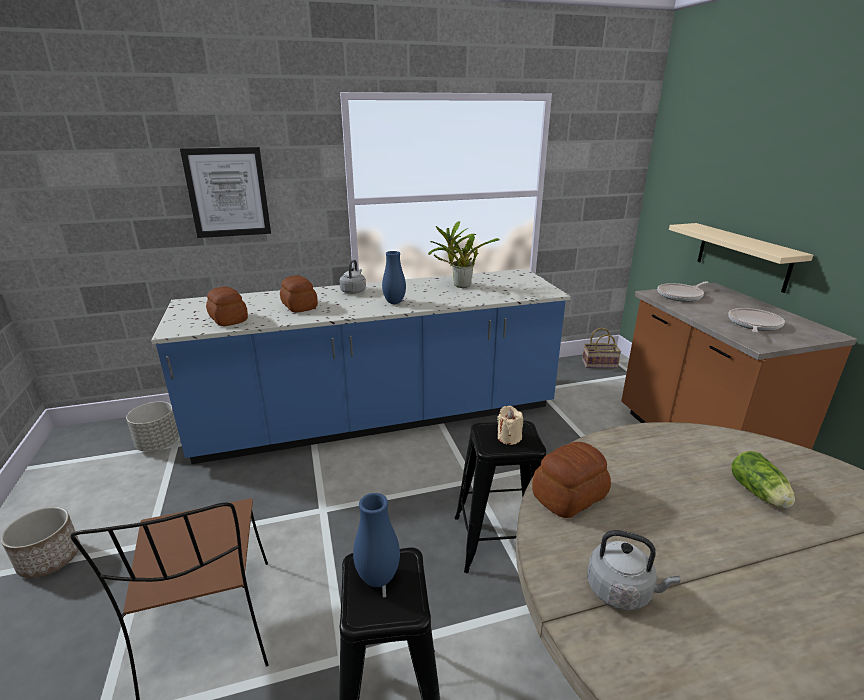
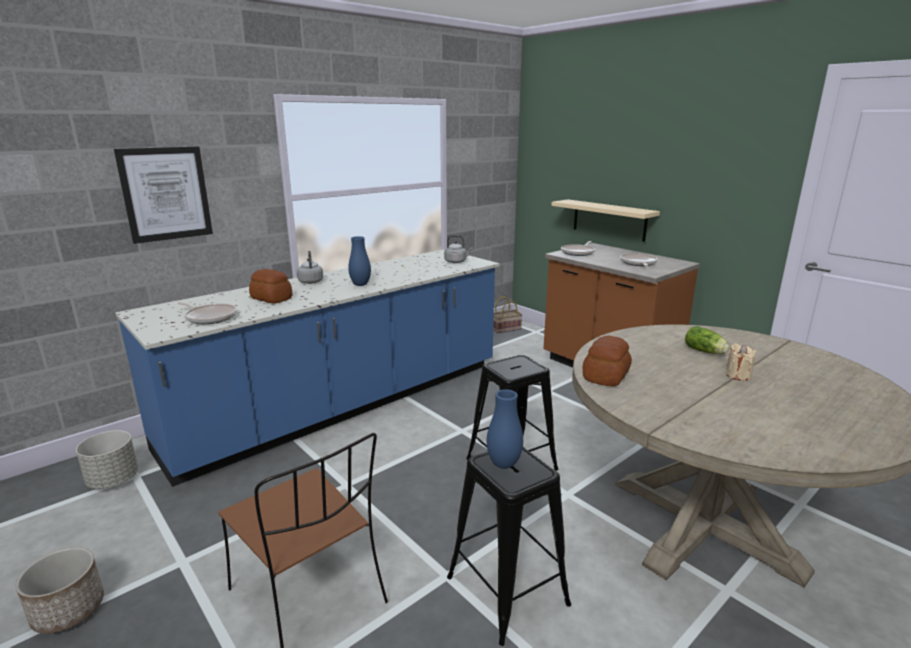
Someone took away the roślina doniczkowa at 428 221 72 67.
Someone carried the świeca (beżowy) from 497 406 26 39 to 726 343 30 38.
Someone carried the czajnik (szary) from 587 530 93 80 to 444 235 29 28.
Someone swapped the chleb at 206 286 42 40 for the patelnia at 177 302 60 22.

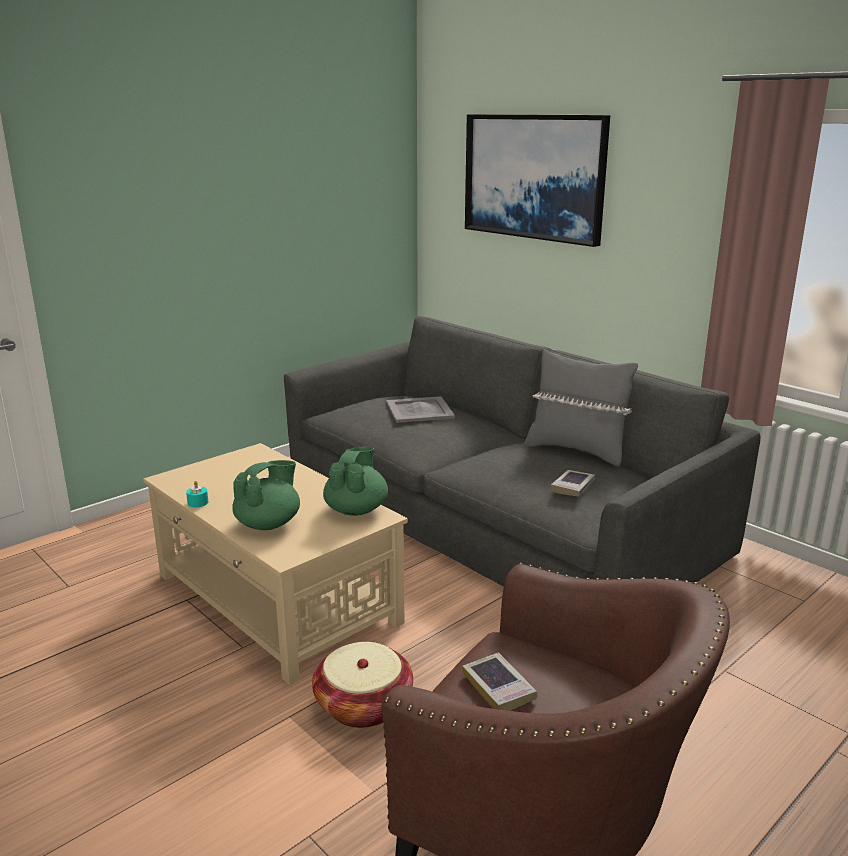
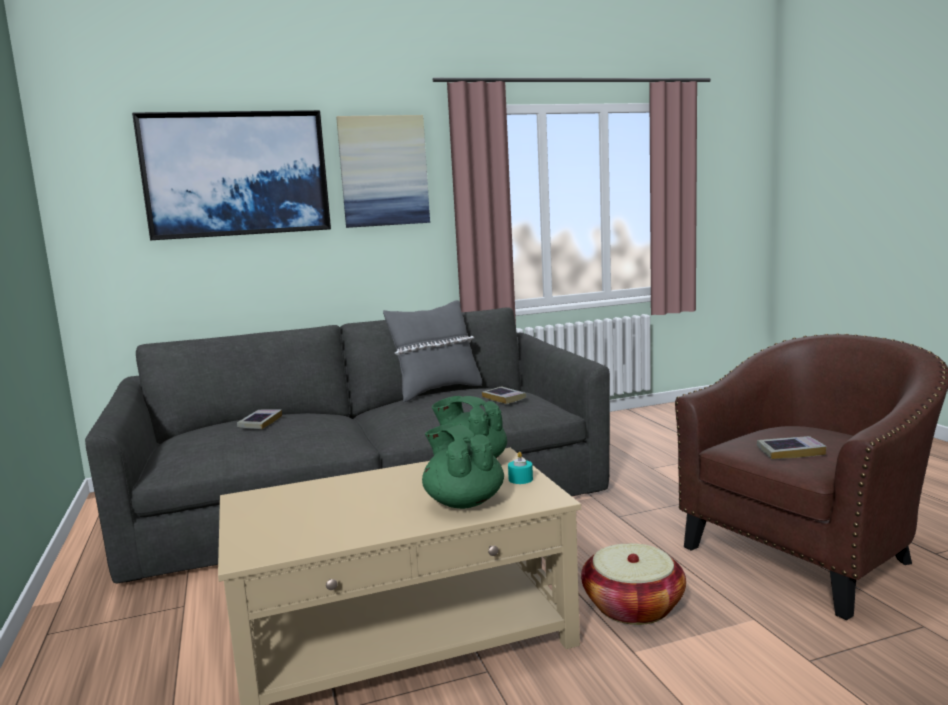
Someone put up the obraz at 336 115 94 113.
Someone carried the świeca (turkusowy) from 186 481 22 26 to 508 452 25 32.
Someone swapped the taca (szary) at 386 396 69 27 for the książka at 237 409 45 20.

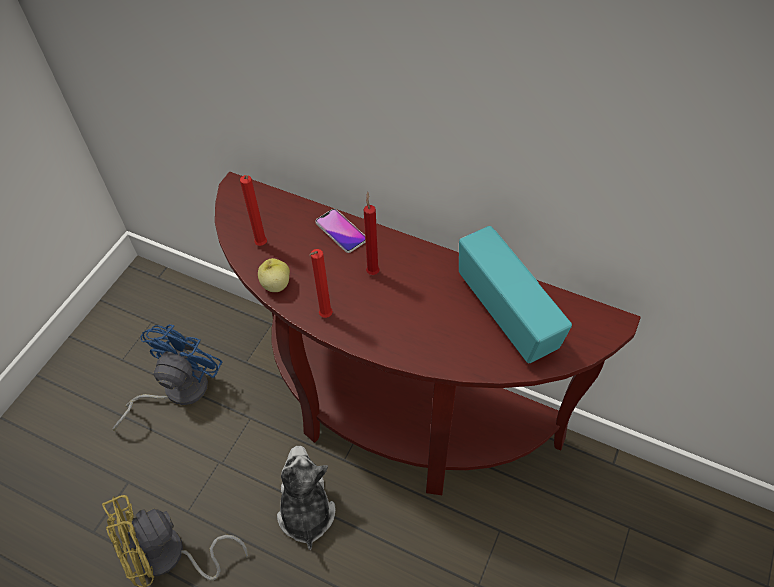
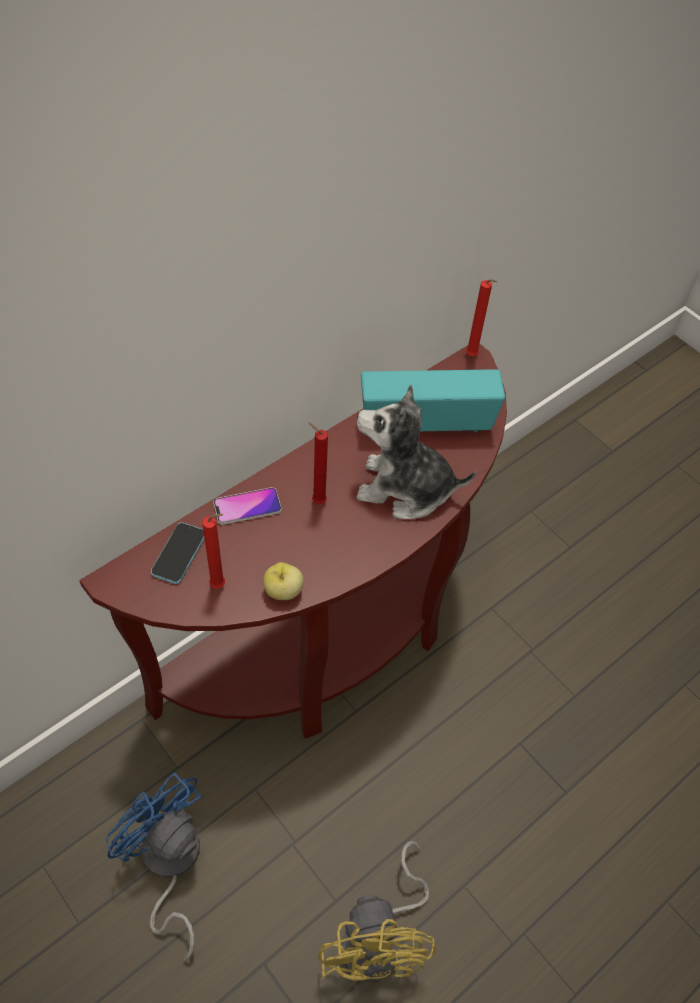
Someone put down the telefon at 151 522 54 62.
Someone carried the pluszak from 277 446 58 104 to 356 384 120 135.
Someone carried the świeca (czerwony) from 309 249 24 69 to 466 279 31 77.

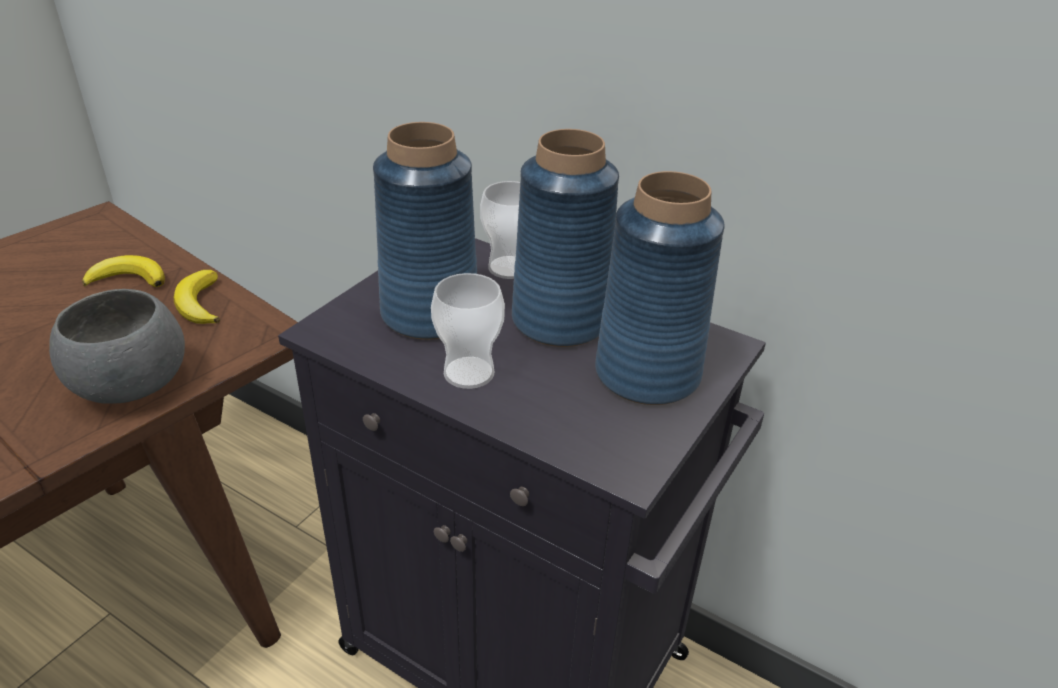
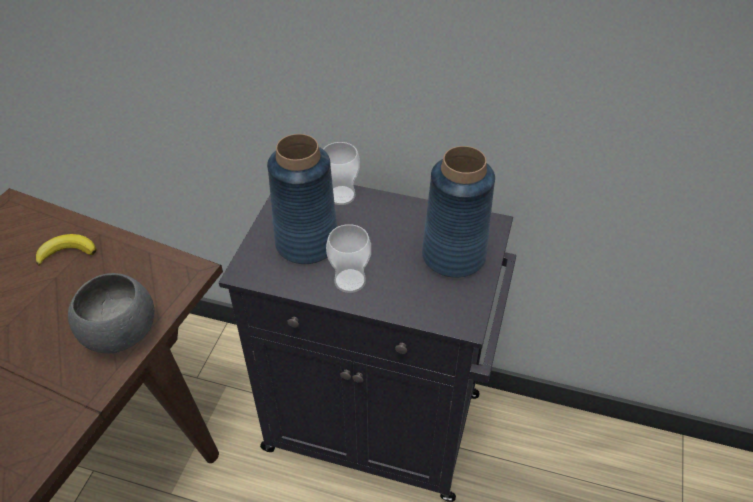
Someone took away the banan at 174 270 46 54.
Someone took away the wazon (niebieski) at 512 129 107 218.

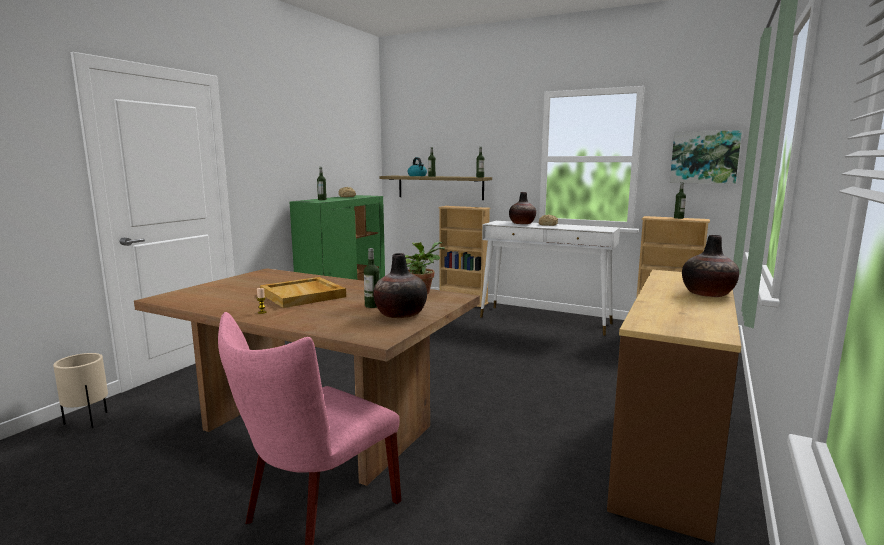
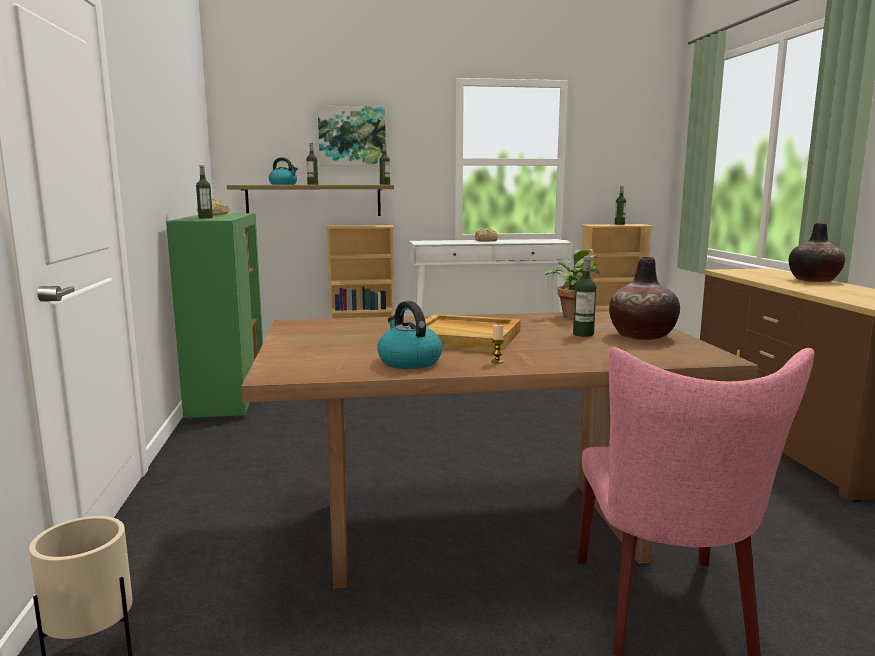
Someone took away the wazon at 509 192 27 32.
Someone put down the czajnik at 377 301 66 68.
Someone carried the obraz from 670 130 72 54 to 318 106 68 59.

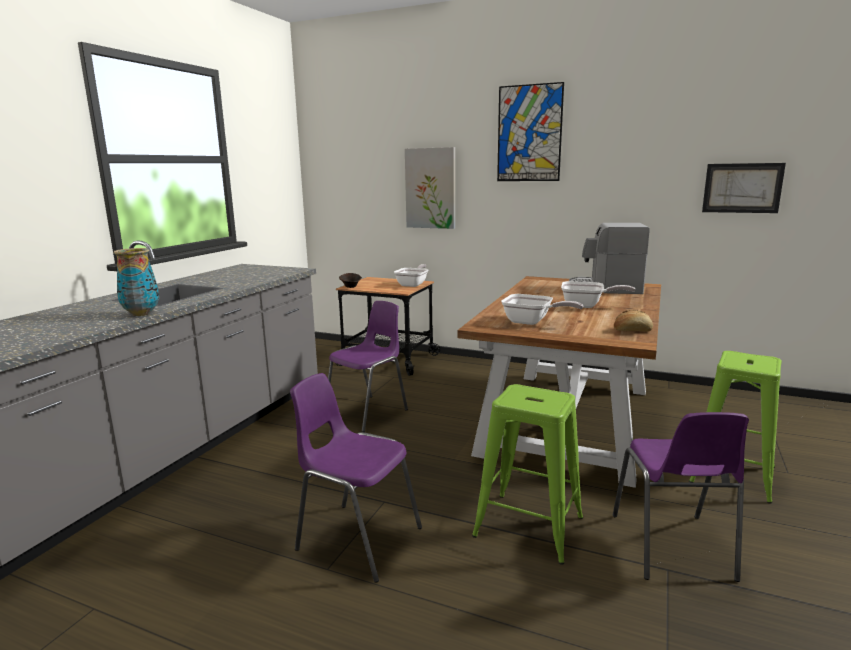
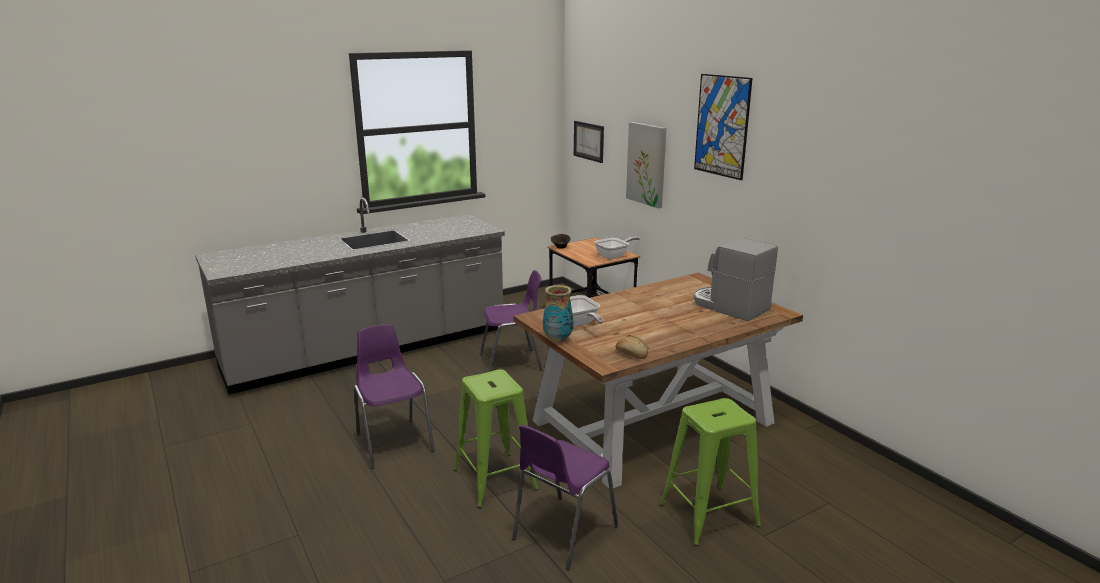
Someone took away the patelnia at 561 281 74 27.
Someone carried the wazon from 114 248 45 68 to 543 285 31 57.
Someone carried the obraz from 702 163 84 50 to 574 121 30 42.

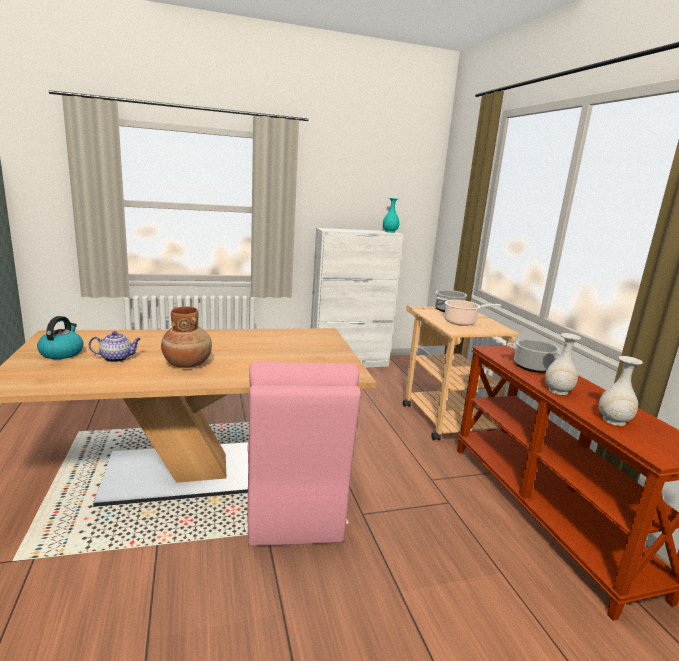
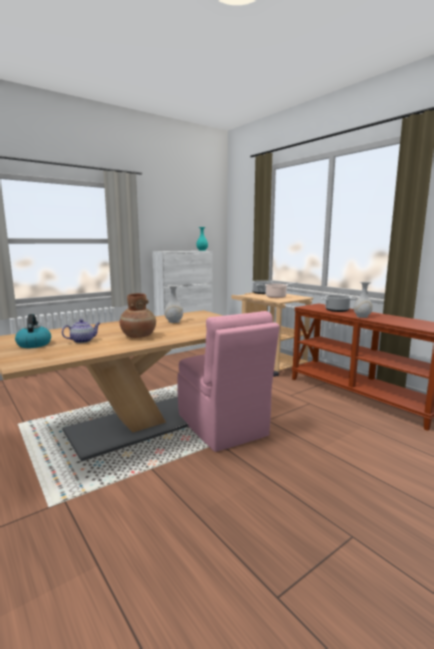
Someone carried the wazon (biały) from 599 356 44 70 to 165 285 18 38.

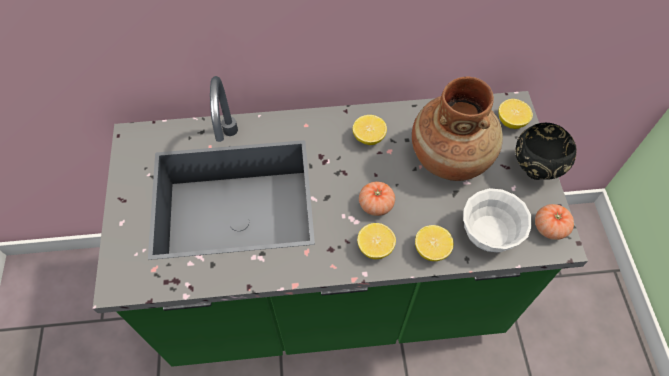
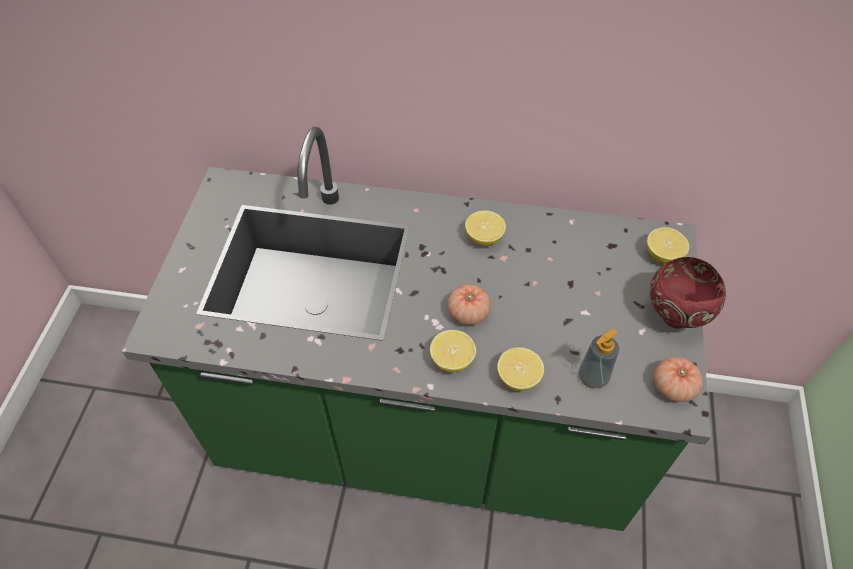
Someone took away the wazon (brązowy) at 412 77 91 104.
Someone swapped the miska (biały) at 463 188 69 65 for the dozownik mydła at 579 329 40 59.
Someone repainted the miska (czarny) at 515 123 61 57, which became the miska (czerwony) at 650 257 76 72.

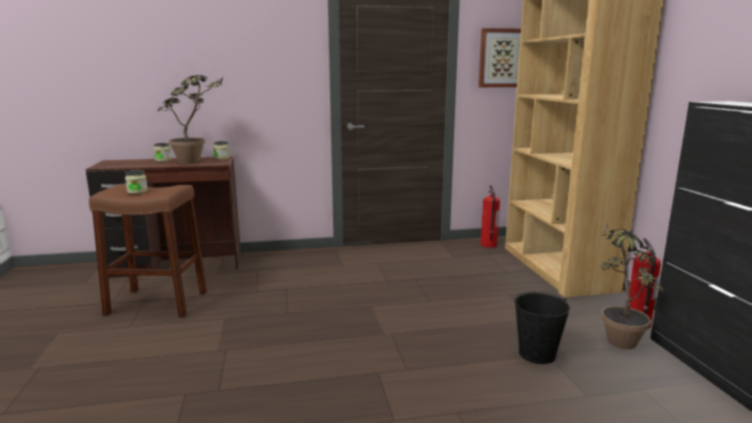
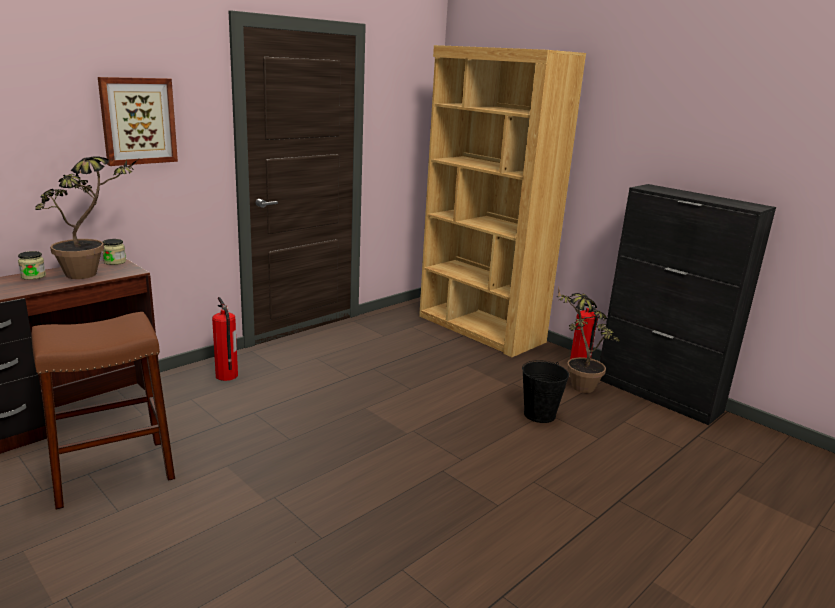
Someone took away the słoik at 125 170 23 24.
Someone carried the obraz from 478 28 43 59 to 98 77 80 89.
Someone carried the gaśnica from 481 185 19 63 to 212 297 26 84.

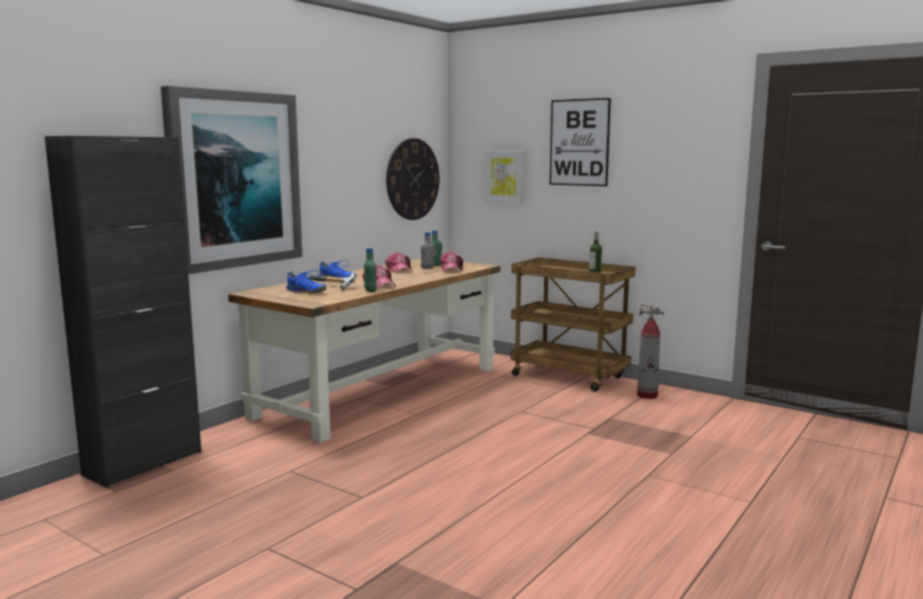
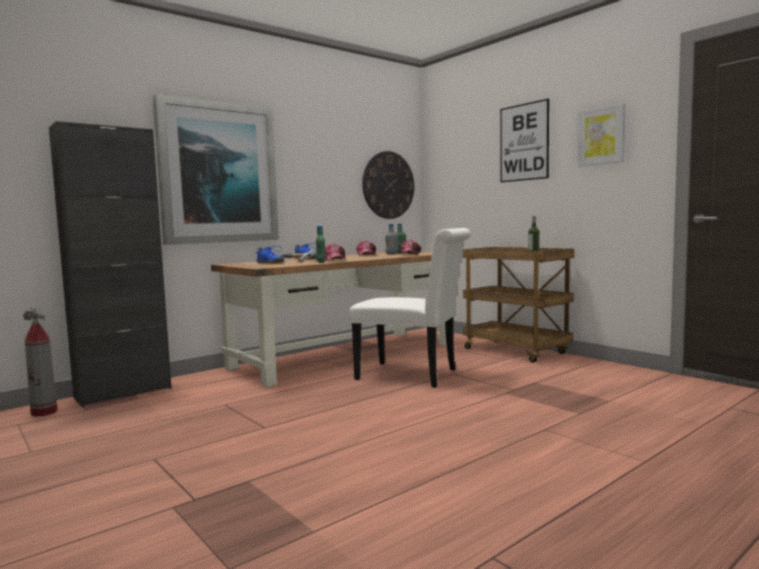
Someone put down the krzesło (biały) at 349 228 122 160.
Someone carried the obraz from 485 151 40 52 to 577 103 48 63.
Someone carried the gaśnica from 637 304 27 95 to 23 308 34 109.

